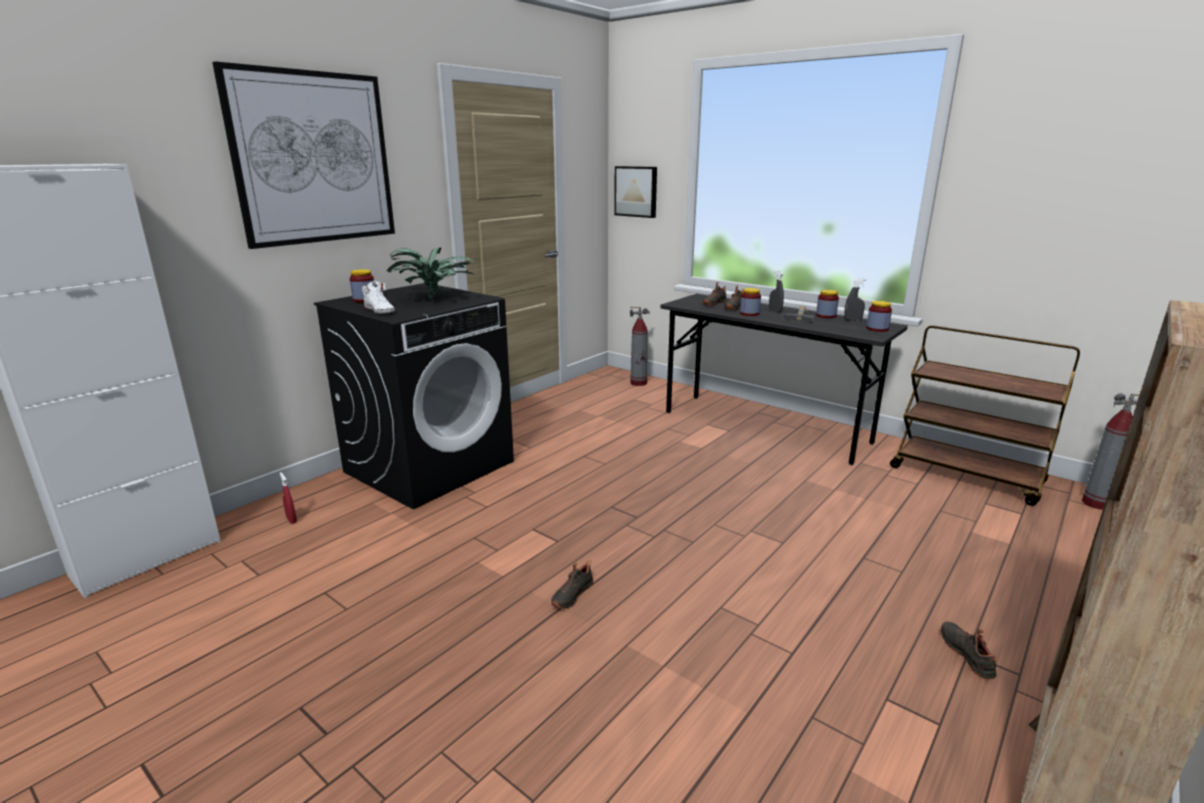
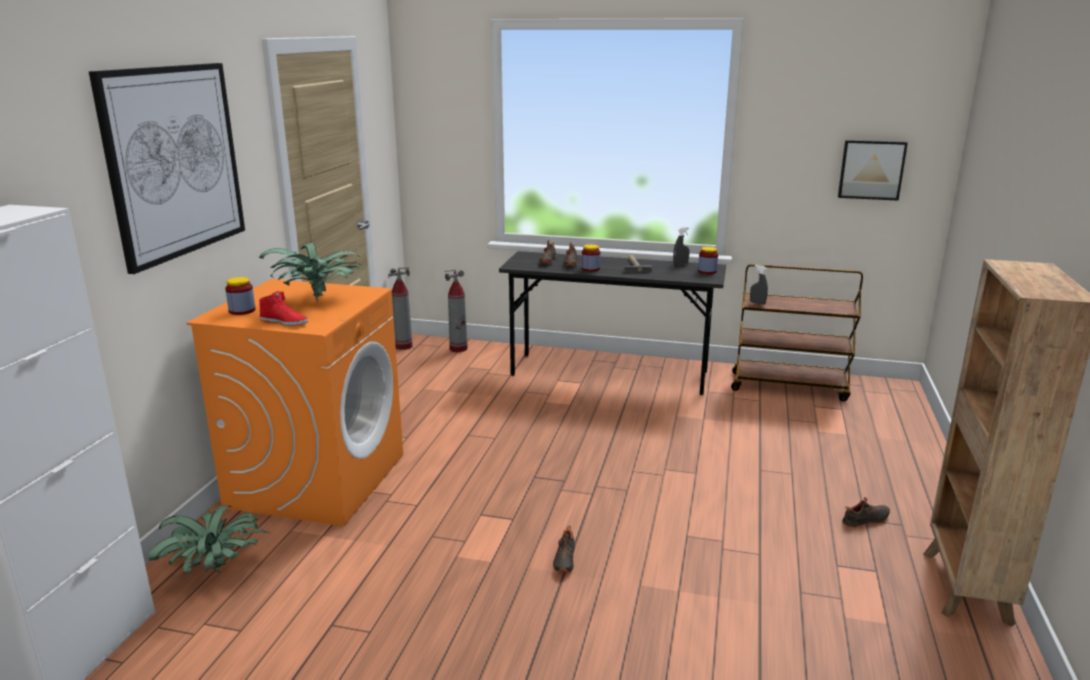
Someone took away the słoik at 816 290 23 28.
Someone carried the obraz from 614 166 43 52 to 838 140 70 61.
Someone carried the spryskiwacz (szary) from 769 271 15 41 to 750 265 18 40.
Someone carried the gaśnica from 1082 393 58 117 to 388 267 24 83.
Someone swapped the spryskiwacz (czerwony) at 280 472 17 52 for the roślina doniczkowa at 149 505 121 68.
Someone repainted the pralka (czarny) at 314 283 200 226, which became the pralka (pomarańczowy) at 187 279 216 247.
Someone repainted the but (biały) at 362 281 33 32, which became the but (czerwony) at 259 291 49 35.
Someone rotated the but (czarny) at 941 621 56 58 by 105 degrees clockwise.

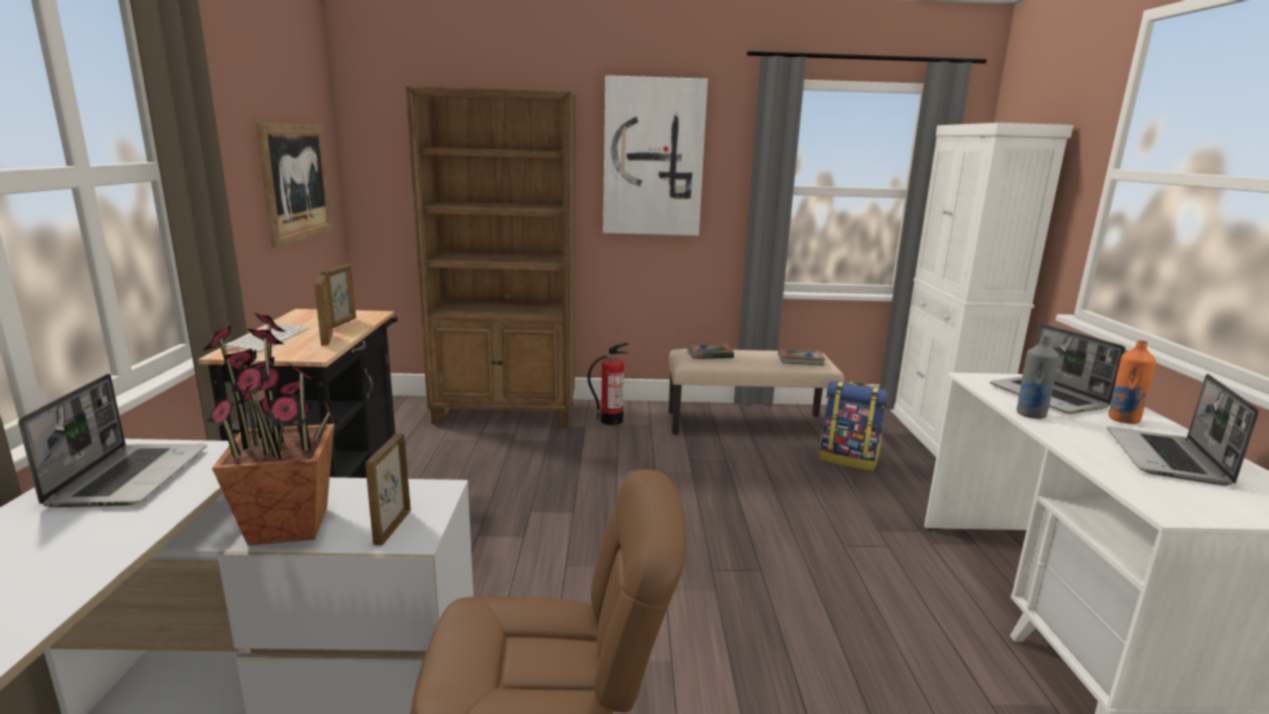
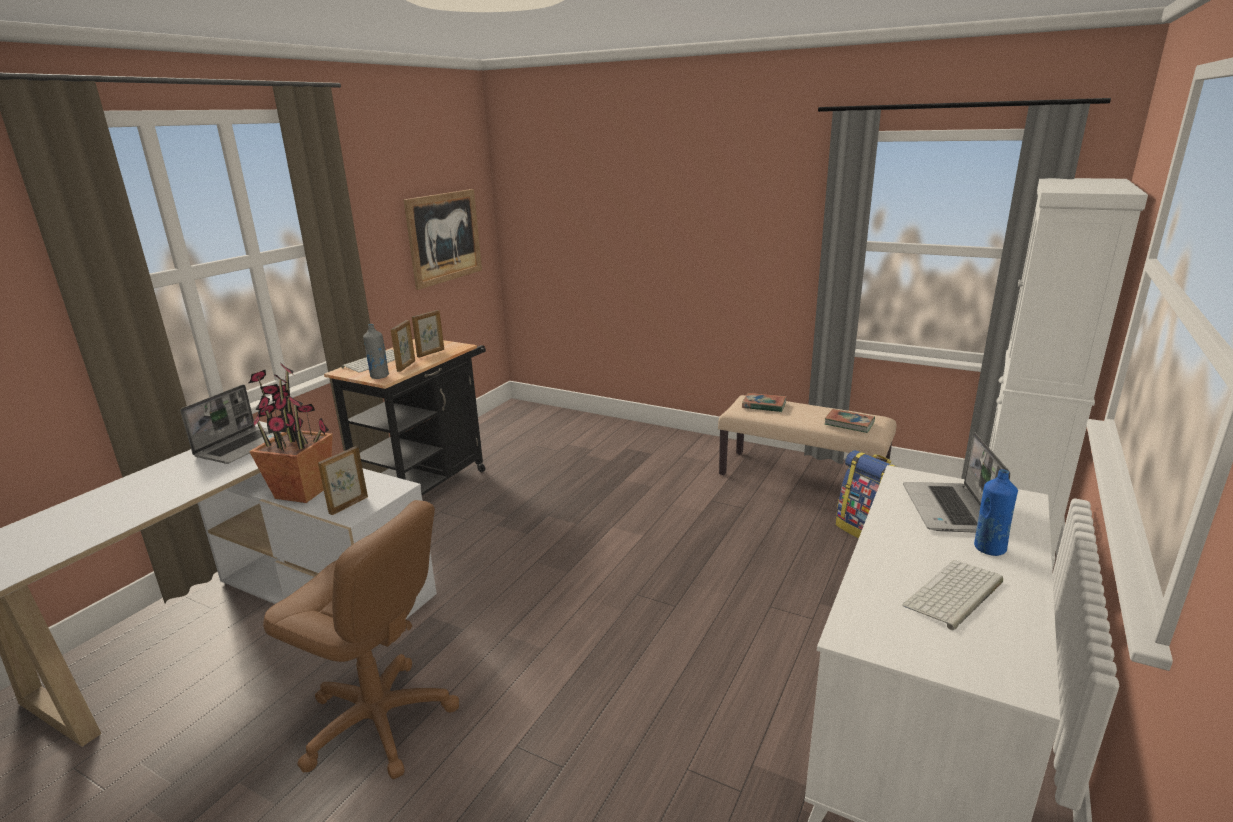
Someone took away the regał (brązowy) at 406 86 170 341.
Someone took away the gaśnica at 587 342 42 83.
Someone took away the obraz at 603 75 105 161.
Someone carried the butelka (szary) from 1016 336 43 83 to 363 324 26 55.
Someone swapped the laptop at 1107 374 152 112 for the klawiatura at 902 560 101 70.
Someone repainted the butelka (pomarańczowy) at 1108 340 48 84, which became the butelka (niebieski) at 974 469 44 87.

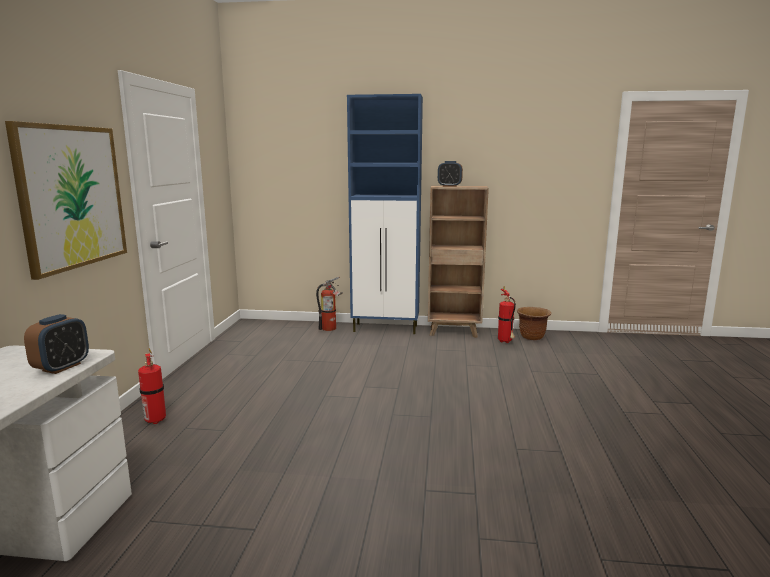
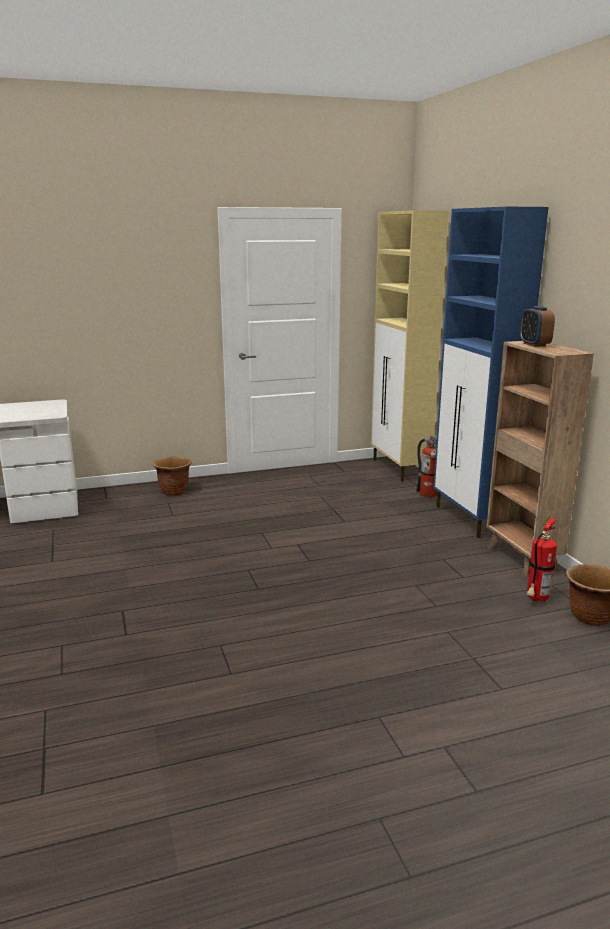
Someone took away the obraz at 5 121 122 159.
Someone took away the budzik at 24 314 65 60.
Someone put down the szafka (beżowy) at 371 210 78 272.
Someone swapped the gaśnica at 138 348 28 76 for the donica (brązowy) at 152 456 40 40.

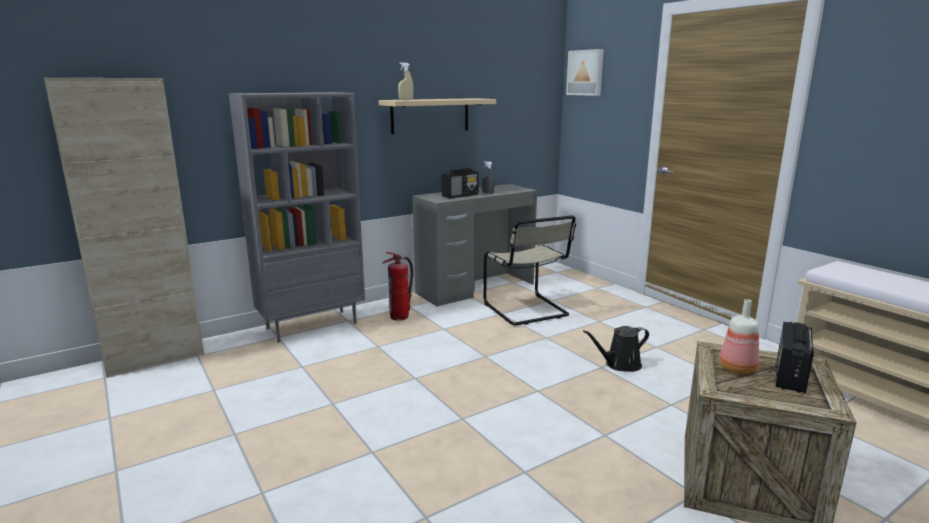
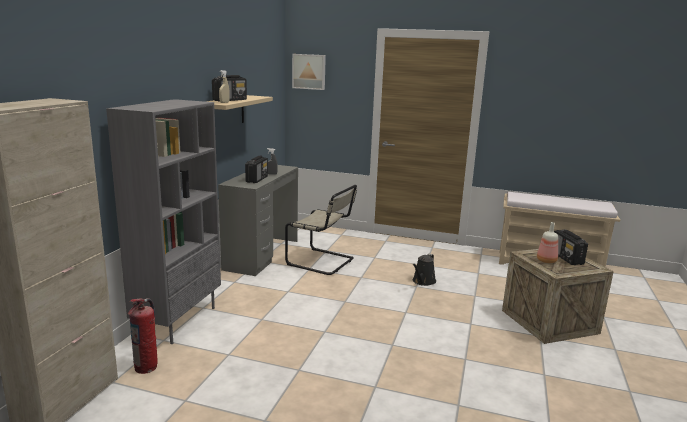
Someone put down the radio at 212 75 35 26.
Someone carried the gaśnica from 382 252 32 69 to 127 298 31 76.

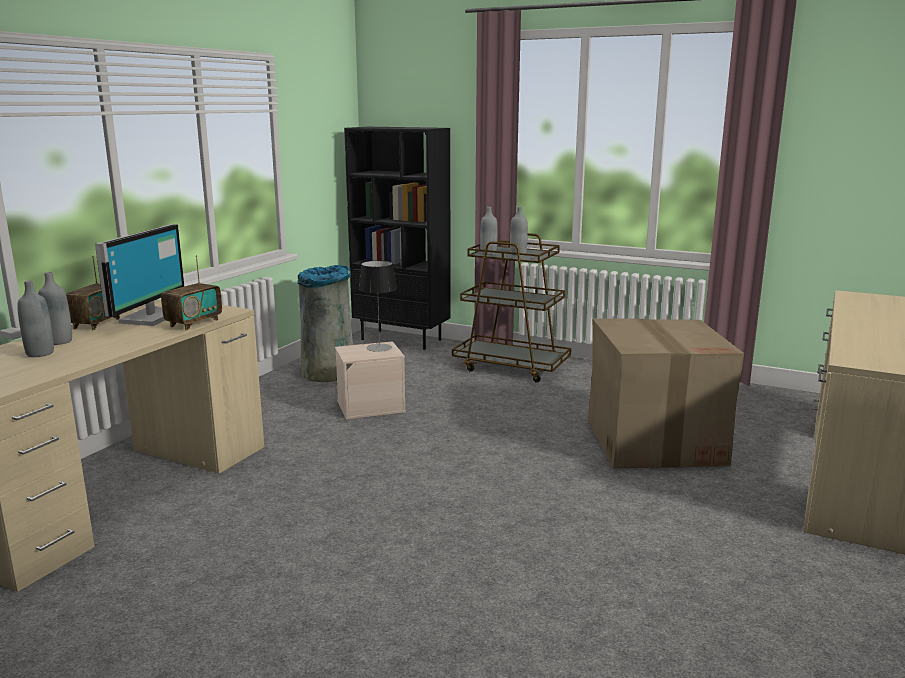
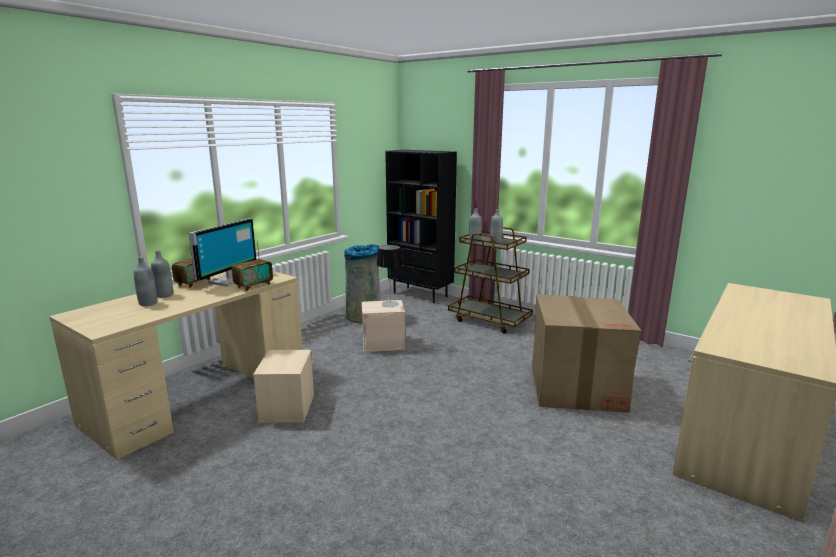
Someone put down the pojemnik do przechowywania (beżowy) at 253 350 61 73.

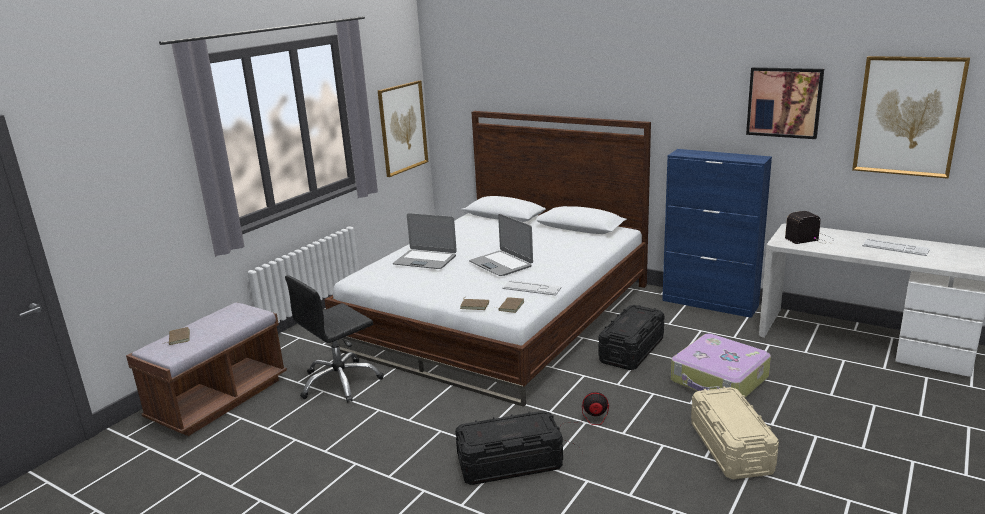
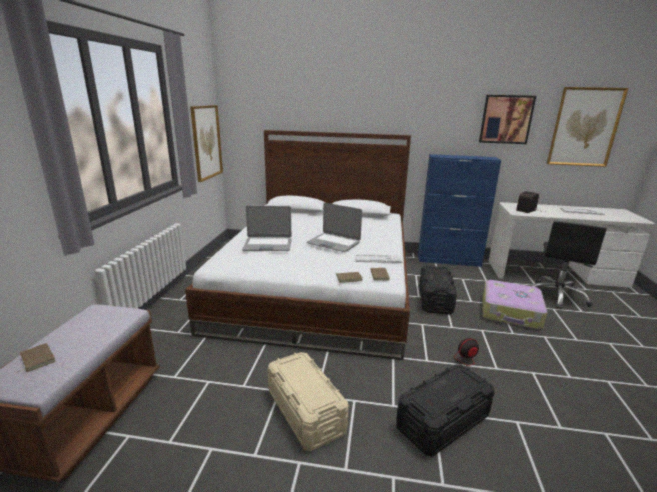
Someone carried the krzesło biurowe (czarny) from 285 275 99 128 to 532 220 75 90.
Someone carried the pojemnik do przechowywania (beżowy) from 691 387 88 92 to 267 352 82 99.

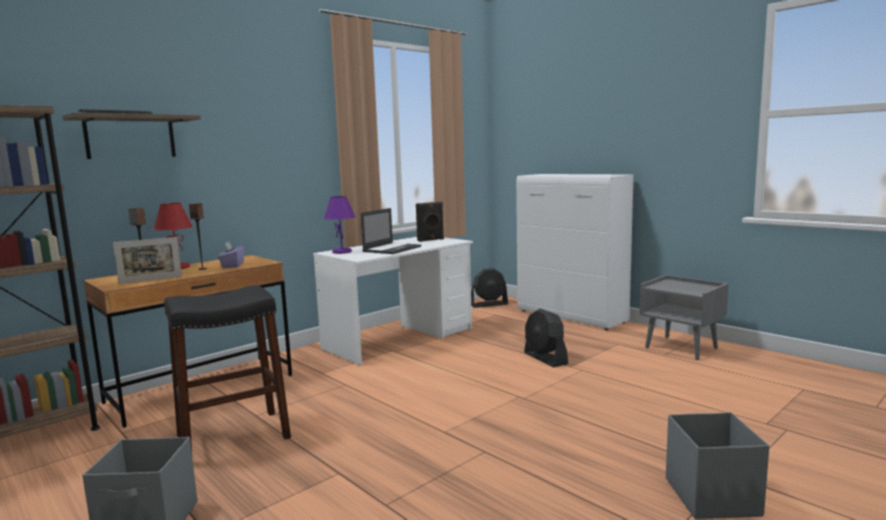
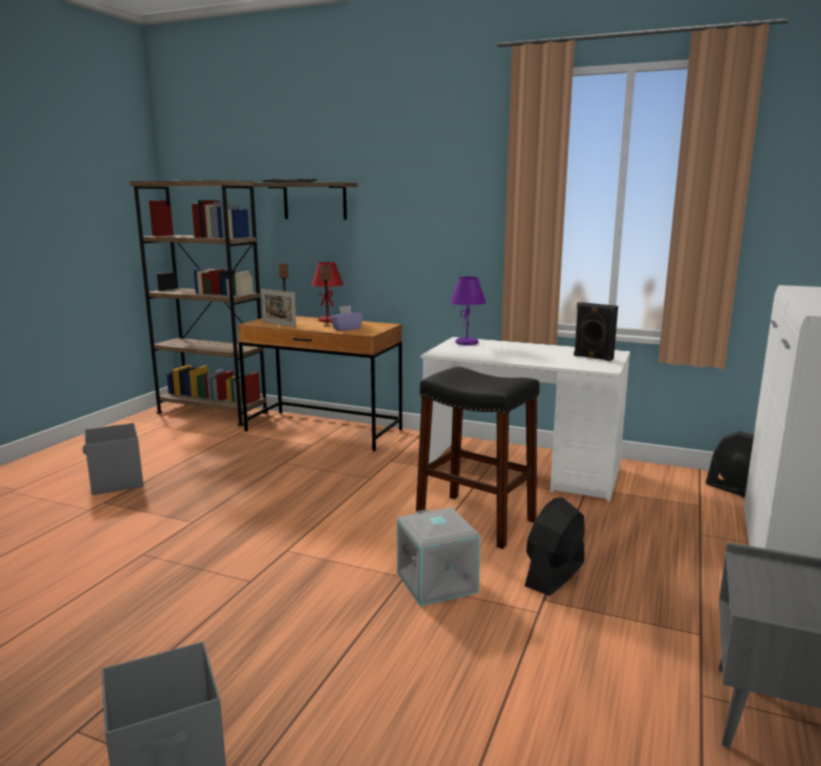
Someone took away the laptop at 361 208 60 46.
Someone put down the pojemnik do przechowywania (szary) at 397 507 84 99.
Someone carried the stołek (czarny) from 164 285 127 166 to 416 366 124 183.

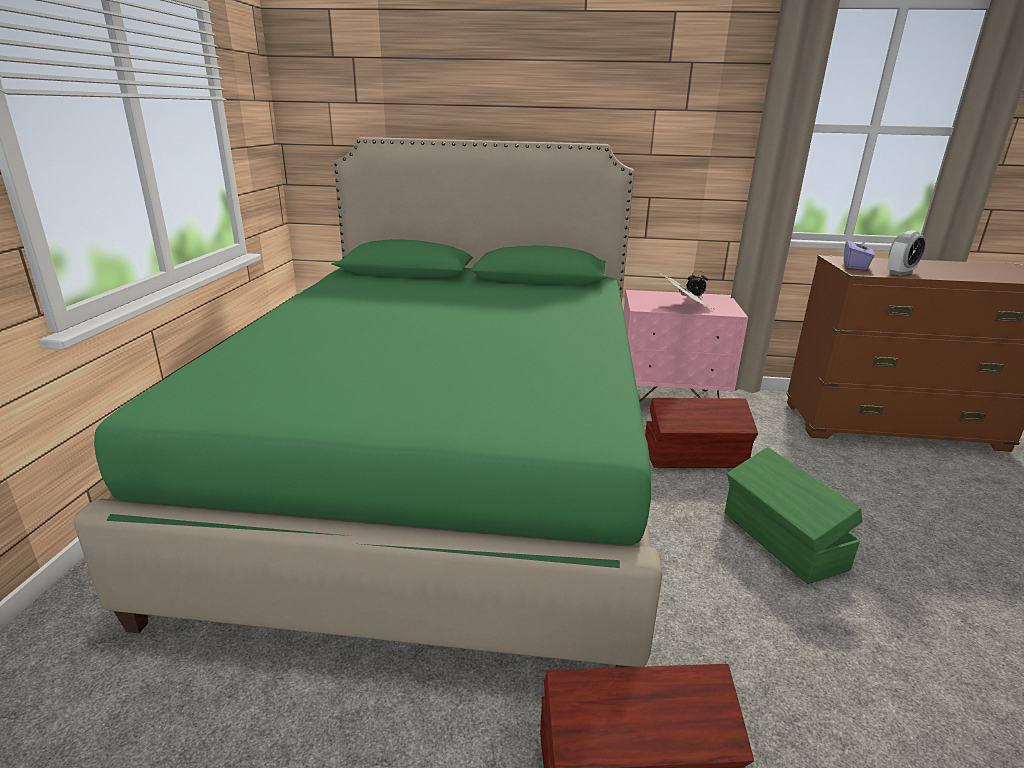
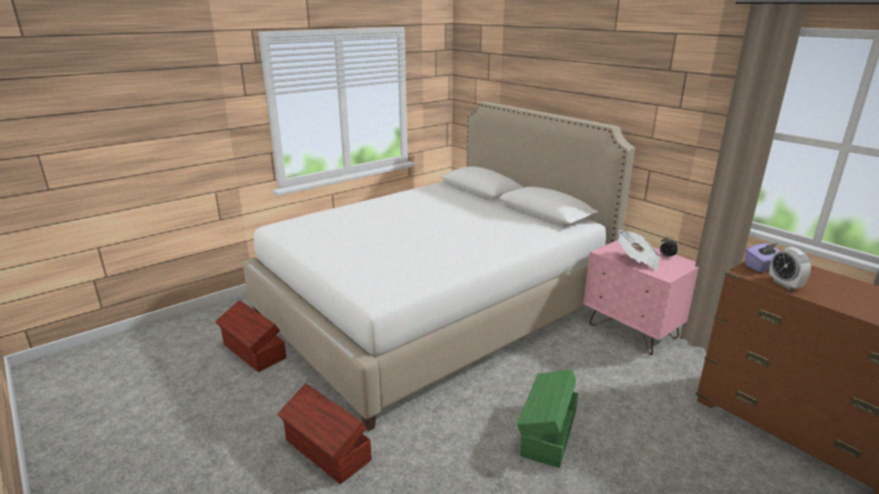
Someone carried the pojemnik do przechowywania (brązowy) from 645 398 113 70 to 215 300 71 72.
Someone repainted the łóżko (zielony) at 74 137 589 531, which became the łóżko (biały) at 243 102 392 329.
Someone rotated the budzik at 887 230 39 46 by 60 degrees clockwise.

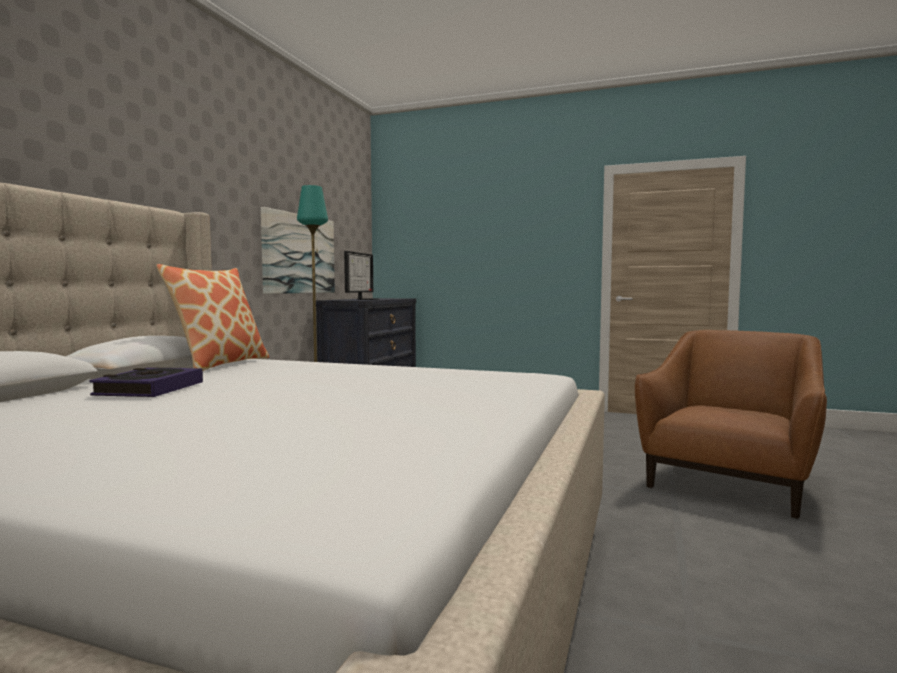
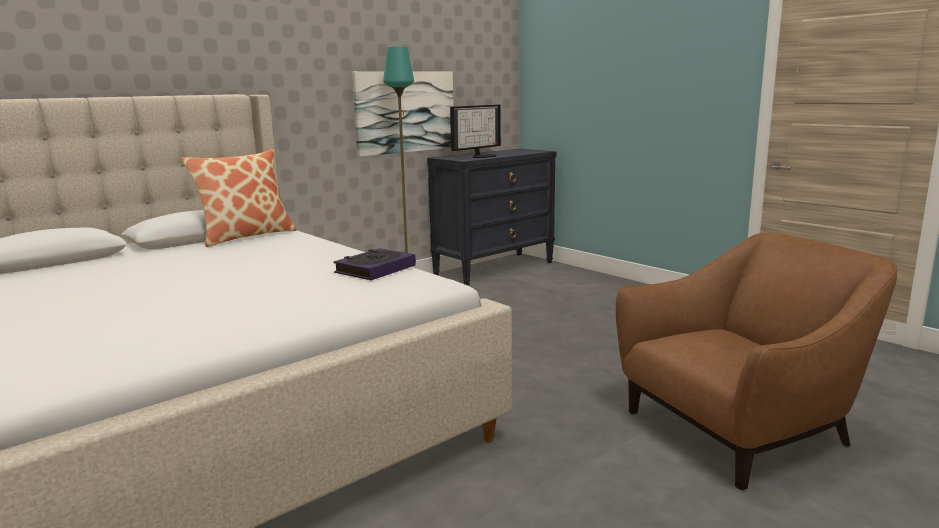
Someone carried the książka from 89 367 114 30 to 334 248 82 32.

